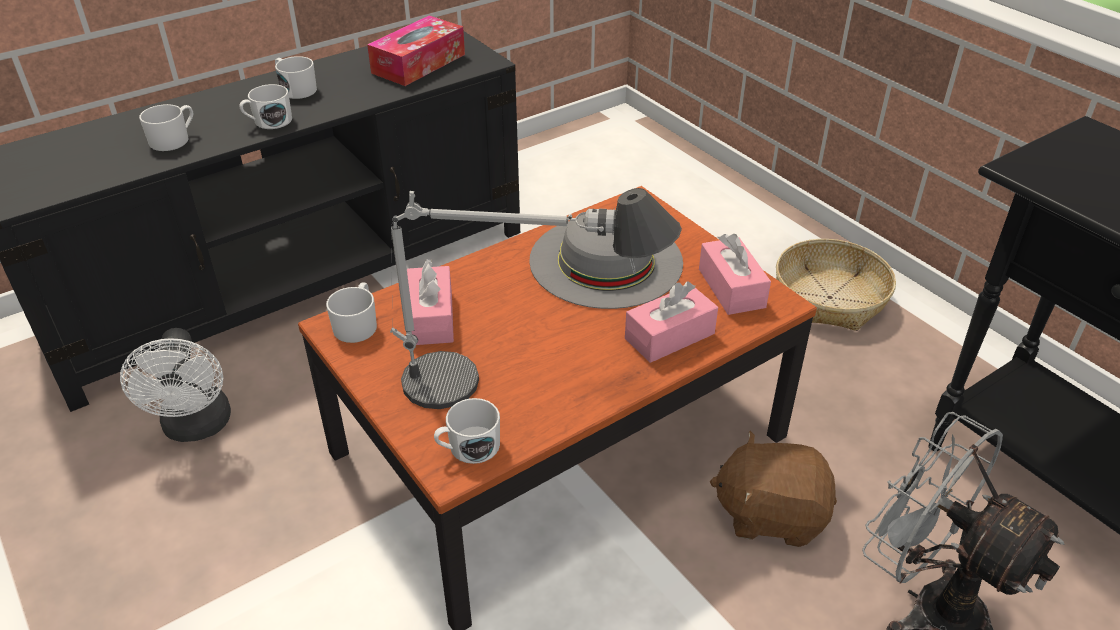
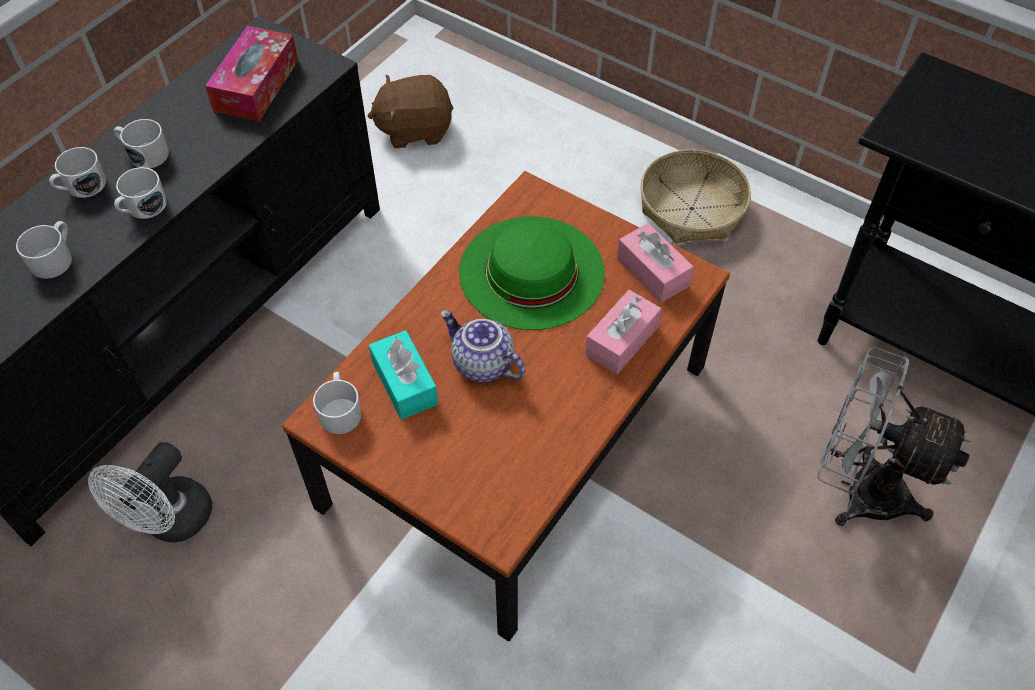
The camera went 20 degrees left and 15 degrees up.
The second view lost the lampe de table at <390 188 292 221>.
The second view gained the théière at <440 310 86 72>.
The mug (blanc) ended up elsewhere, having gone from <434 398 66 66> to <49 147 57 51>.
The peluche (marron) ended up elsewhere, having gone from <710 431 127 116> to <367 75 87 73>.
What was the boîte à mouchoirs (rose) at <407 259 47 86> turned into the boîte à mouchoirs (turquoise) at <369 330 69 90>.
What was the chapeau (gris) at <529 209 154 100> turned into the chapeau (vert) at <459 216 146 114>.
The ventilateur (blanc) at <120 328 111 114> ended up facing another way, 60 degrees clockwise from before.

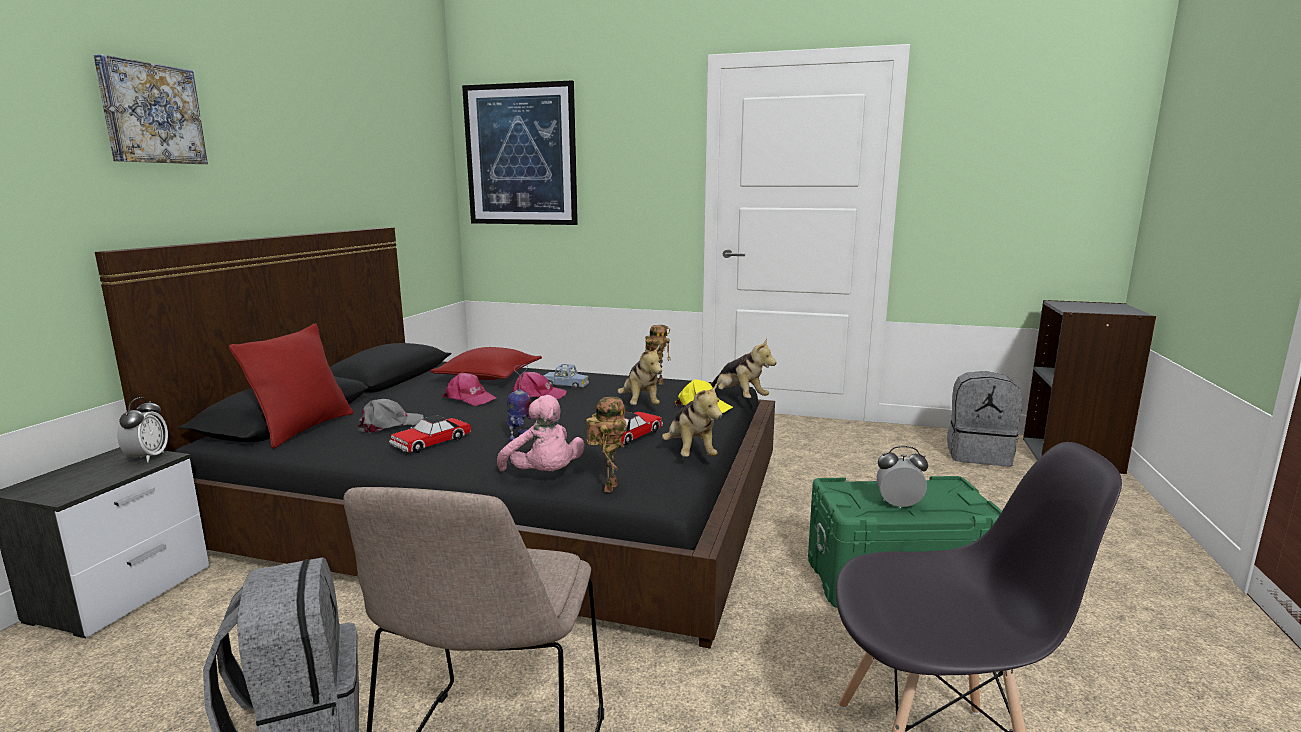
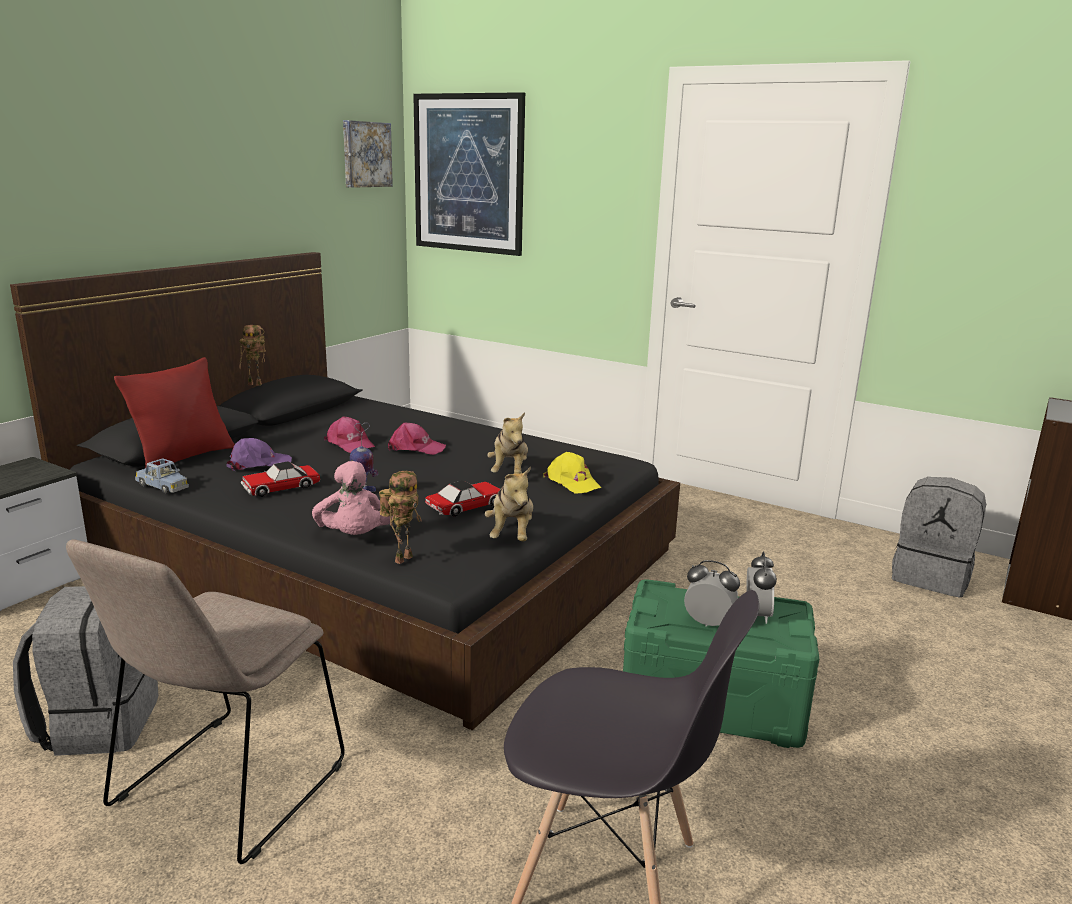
The camera went 15 degrees right and 5 degrees up.
The second view lost the coussin (rouge) at <430 347 112 33>.
The second view lost the peluche at <710 338 67 60>.
The tableau ended up elsewhere, having gone from <94 54 114 110> to <343 120 50 68>.
The réveil ended up elsewhere, having gone from <117 397 51 65> to <746 551 31 73>.
The petite voiture (bleu) ended up elsewhere, having gone from <544 364 45 25> to <135 458 54 35>.
The robot jouet ended up elsewhere, having gone from <645 325 26 60> to <239 325 27 61>.
What was the casquette (gris) at <358 399 66 35> turned into the casquette (violet) at <226 438 66 33>.

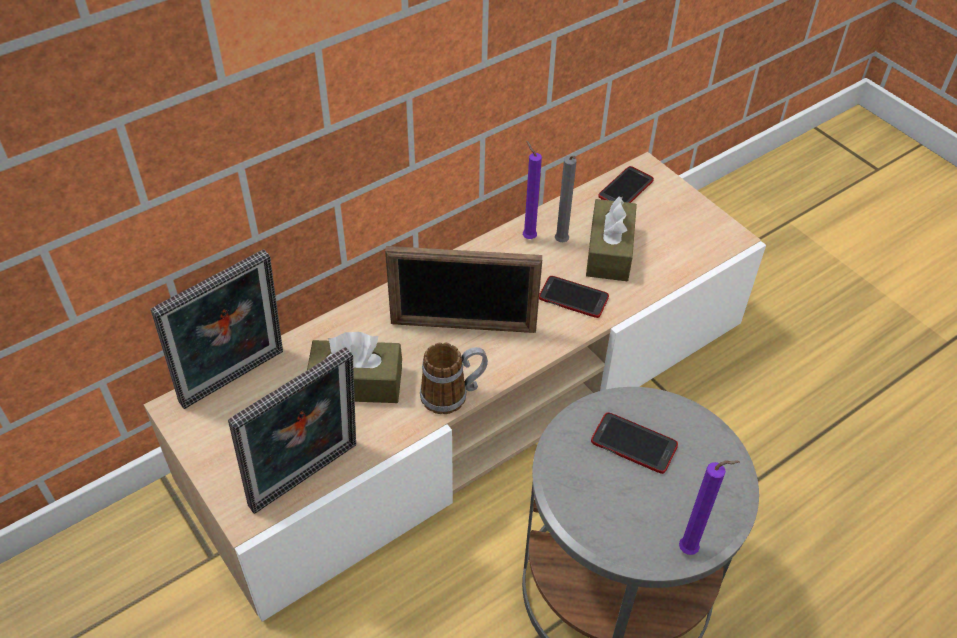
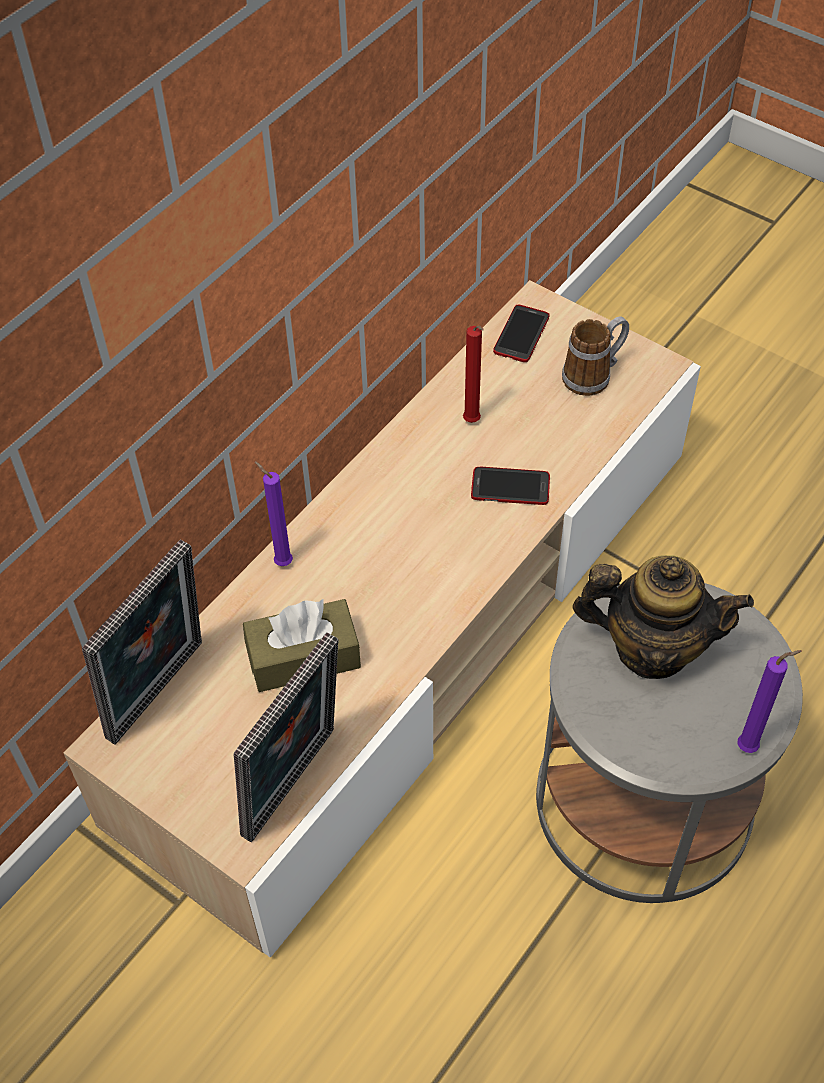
The camera went 15 degrees left and 5 degrees up.
The second view lost the cadre photo at <385 246 158 87>.
The second view lost the boîte à mouchoirs (marron) at <586 196 51 85>.
The mug ended up elsewhere, having gone from <420 342 68 72> to <562 316 67 80>.
The bougie (violet) ended up elsewhere, having gone from <523 140 19 99> to <254 461 39 105>.
Where the téléphone stood at <591 412 87 62>, the théière came to stand at <572 555 182 124>.
What was the bougie (gris) at <555 156 22 86> turned into the bougie (rouge) at <463 326 21 97>.

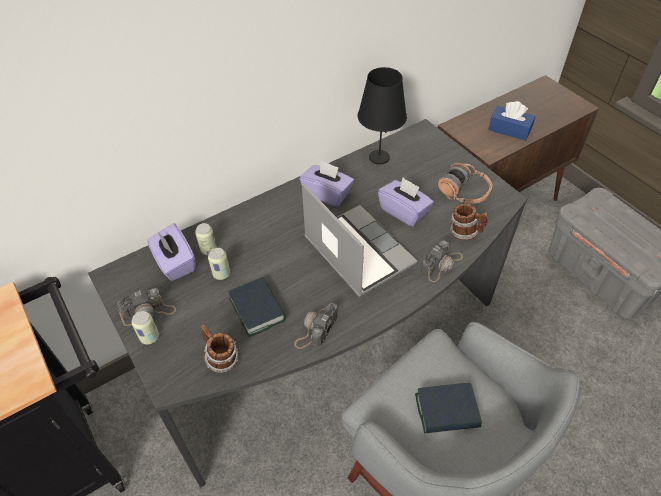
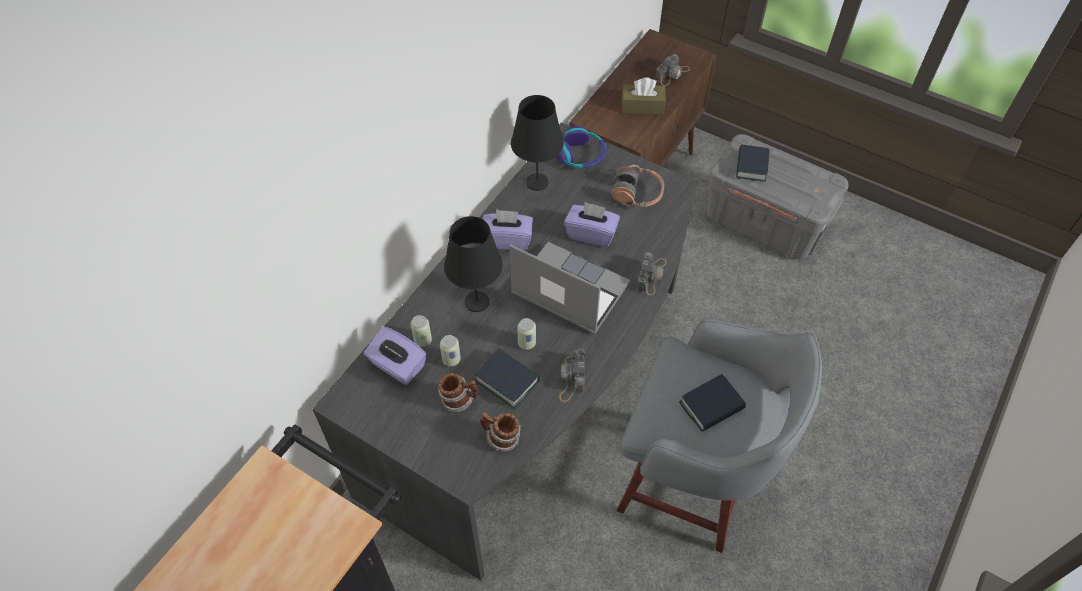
The camera went 25 degrees left and 5 degrees up.
The second view gained the lampe de table (noir) at <444 216 58 96>.
The second view gained the casque audio at <556 126 50 42>.
The second view gained the livre at <736 144 34 38>.
The appareil photo ended up elsewhere, having gone from <117 288 59 38> to <655 54 35 32>.
The boîte métallique ended up elsewhere, having gone from <132 311 27 33> to <517 318 19 32>.
The mug ended up elsewhere, having gone from <450 204 38 37> to <438 373 40 40>.
What was the boîte à mouchoirs (bleu) at <488 101 47 40> turned into the boîte à mouchoirs (marron) at <622 77 44 37>.

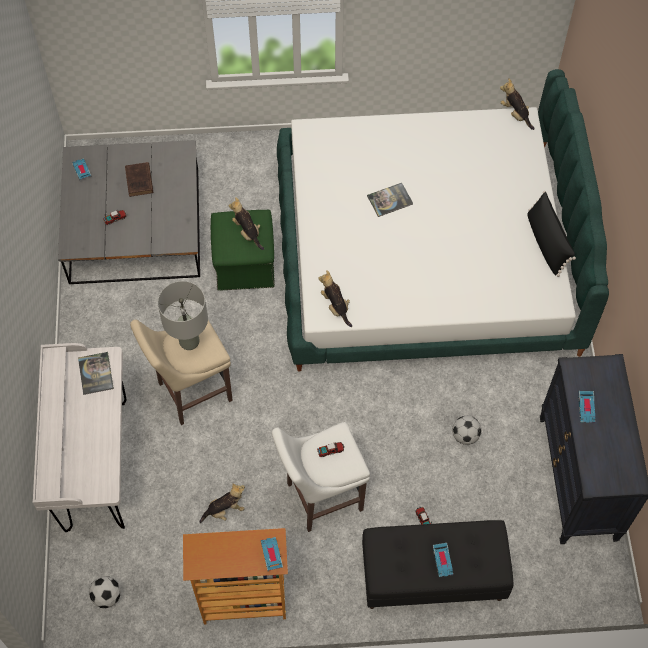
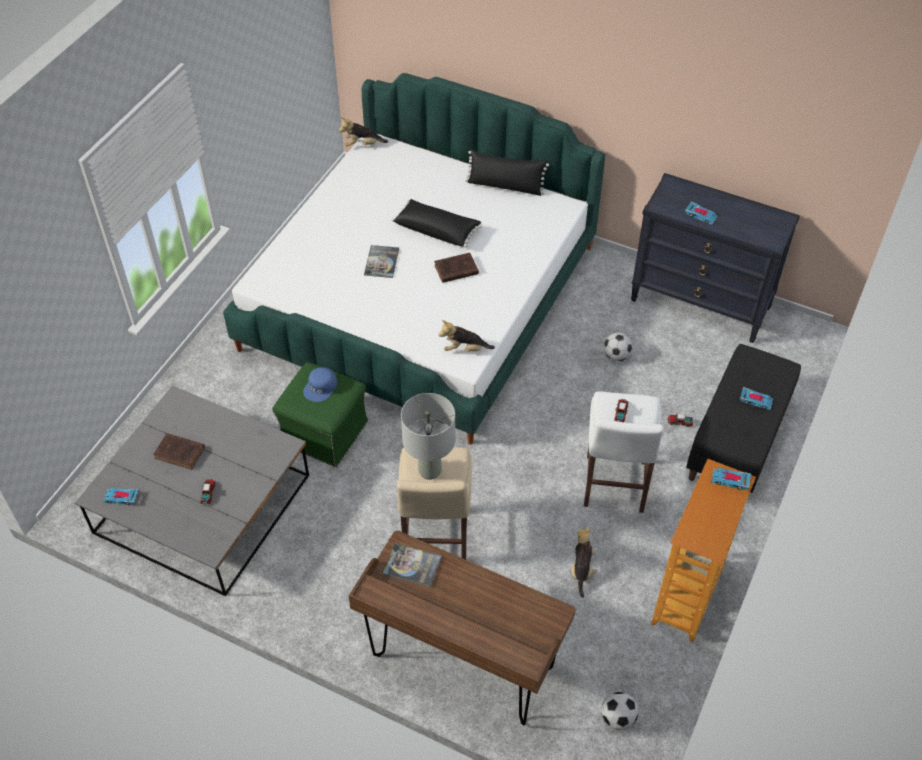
The camera went 60 degrees left and 10 degrees down.
The second view gained the coussin (noir) at <391 199 91 48>.
The second view gained the livre (marron) at <434 253 45 30>.
Where the peluche stood at <229 197 35 53>, the casquette (bleu) came to stand at <304 367 33 35>.
What was the bureau (blanc) at <33 343 94 189> turned into the bureau (marron) at <349 531 227 194>.

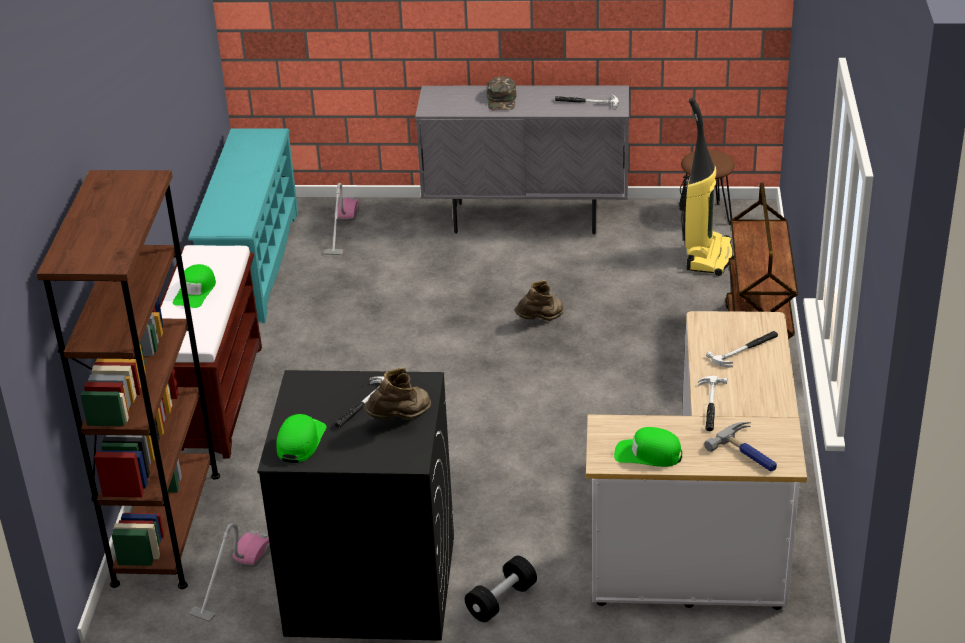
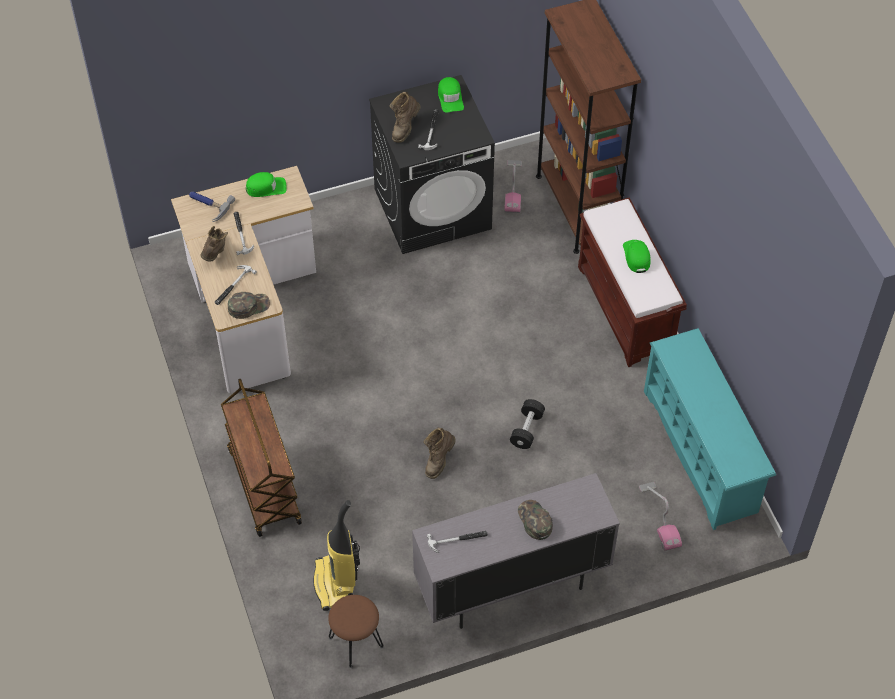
The camera went 155 degrees right and 20 degrees up.
The second view gained the botte (marron) at <201 226 27 36>.
The second view gained the casquette (vert) at <228 292 42 27>.
The haltère (noir) ended up elsewhere, having gone from <465 556 72 66> to <510 399 35 50>.

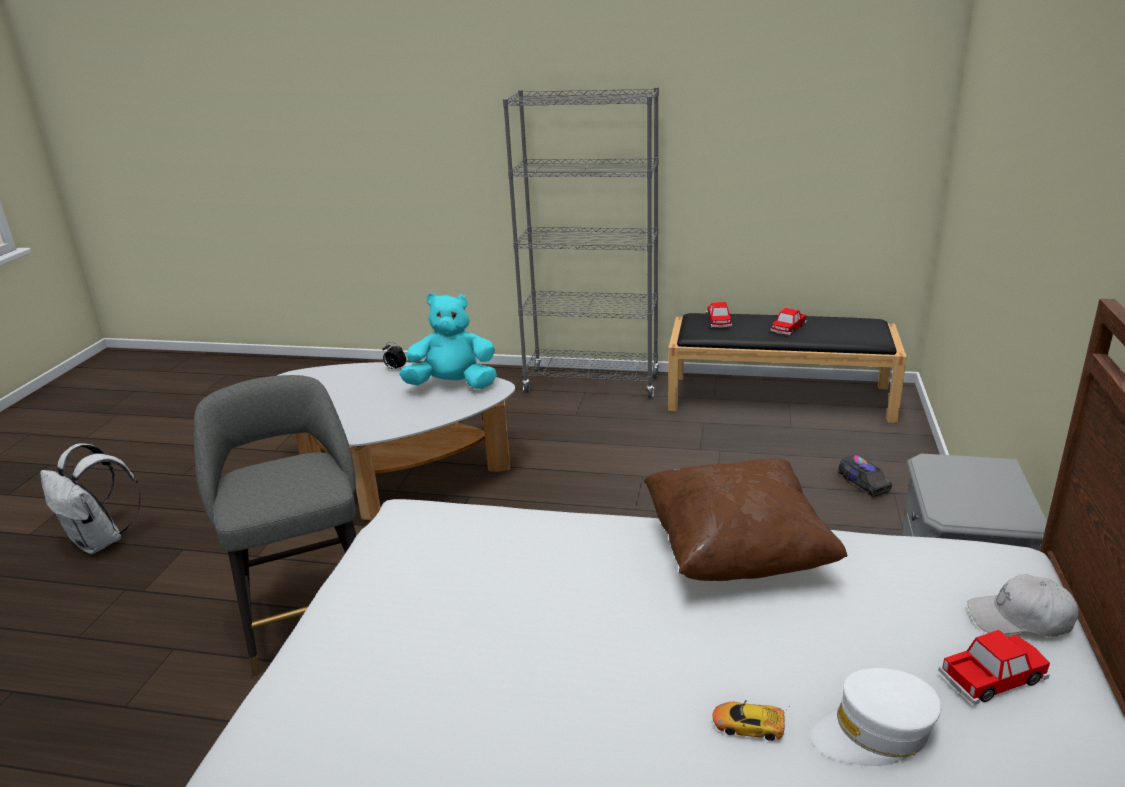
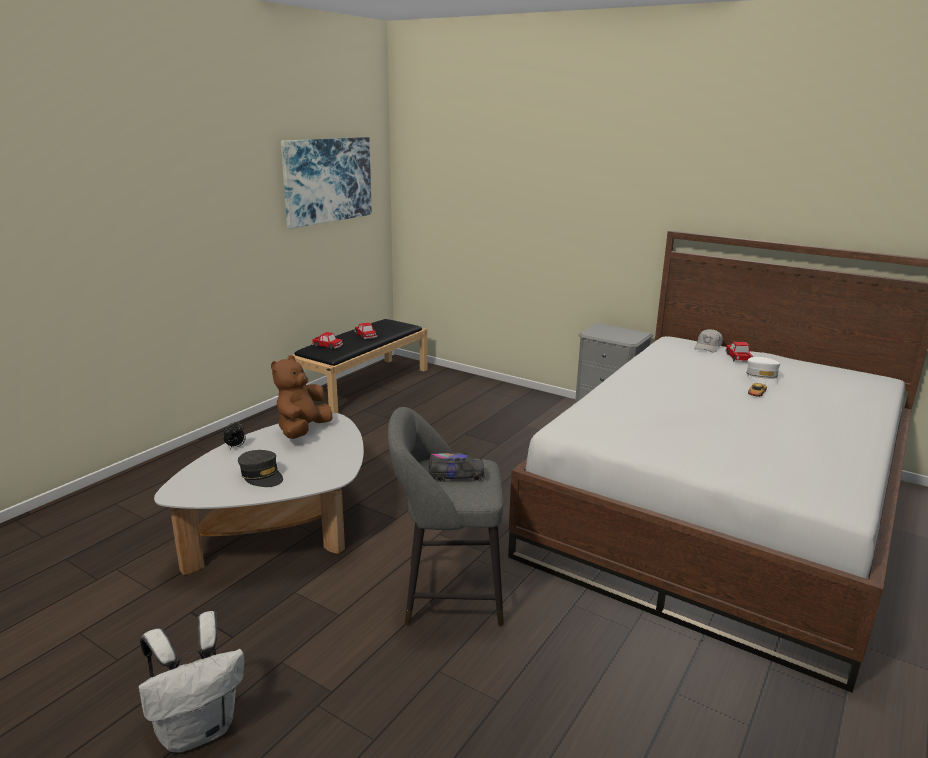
The camera went 70 degrees left and 5 degrees down.
The second view lost the bibliothèque (gris) at <503 87 156 312>.
The second view lost the coussin (marron) at <644 458 203 123>.
The second view gained the casquette (gris) at <238 450 45 37>.
The second view gained the tableau at <281 137 91 91>.
The camion jouet ended up elsewhere, having gone from <838 454 54 44> to <428 453 57 29>.
What was the peluche (turquoise) at <399 293 98 96> turned into the peluche (marron) at <271 355 62 84>.

